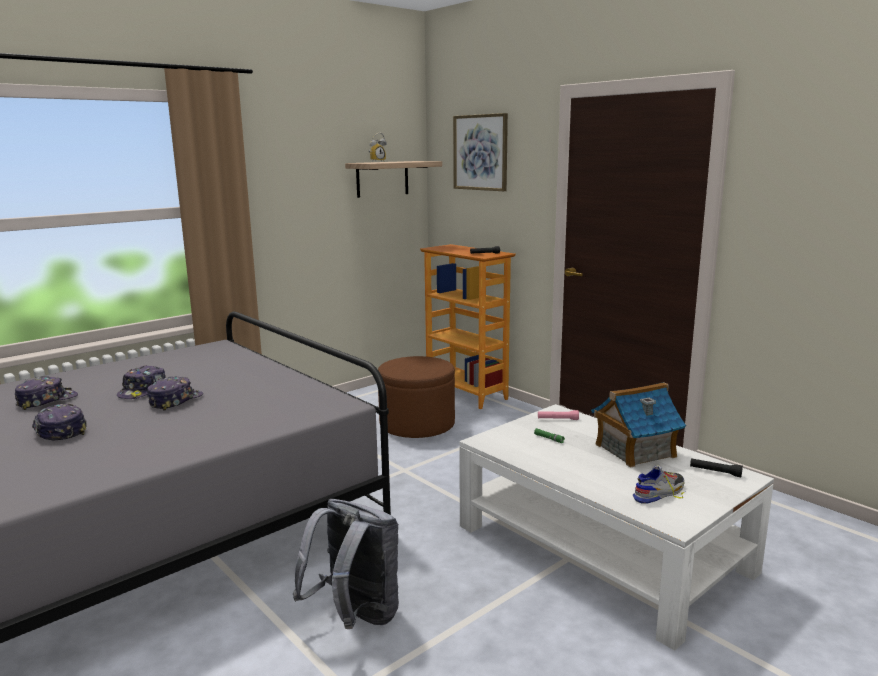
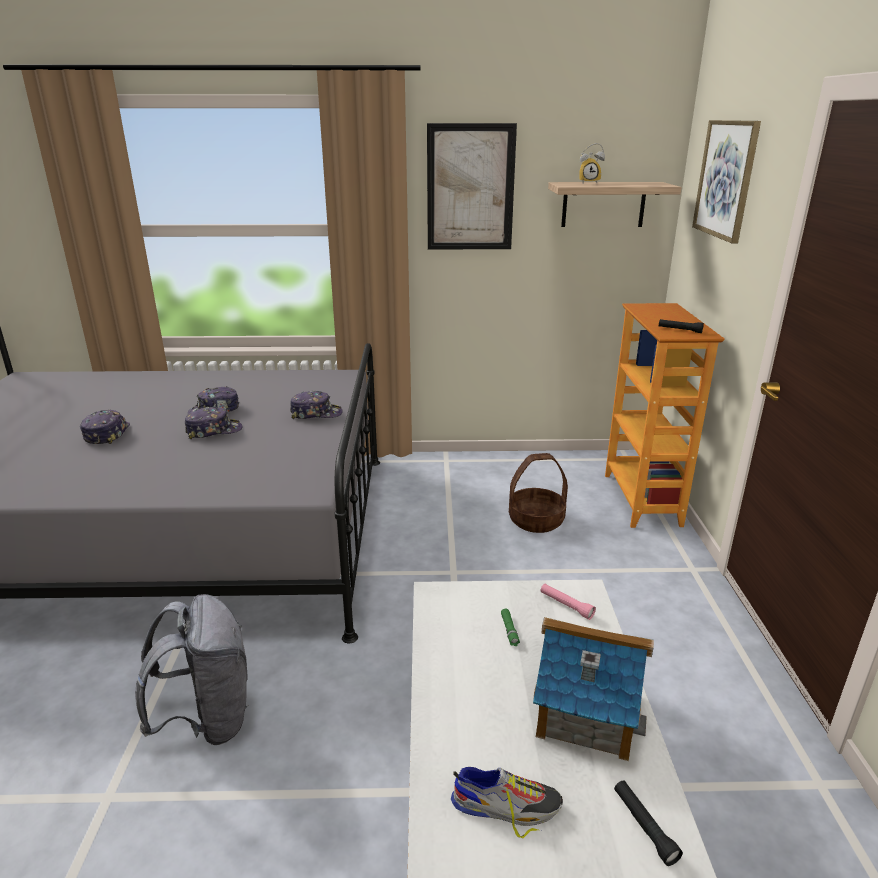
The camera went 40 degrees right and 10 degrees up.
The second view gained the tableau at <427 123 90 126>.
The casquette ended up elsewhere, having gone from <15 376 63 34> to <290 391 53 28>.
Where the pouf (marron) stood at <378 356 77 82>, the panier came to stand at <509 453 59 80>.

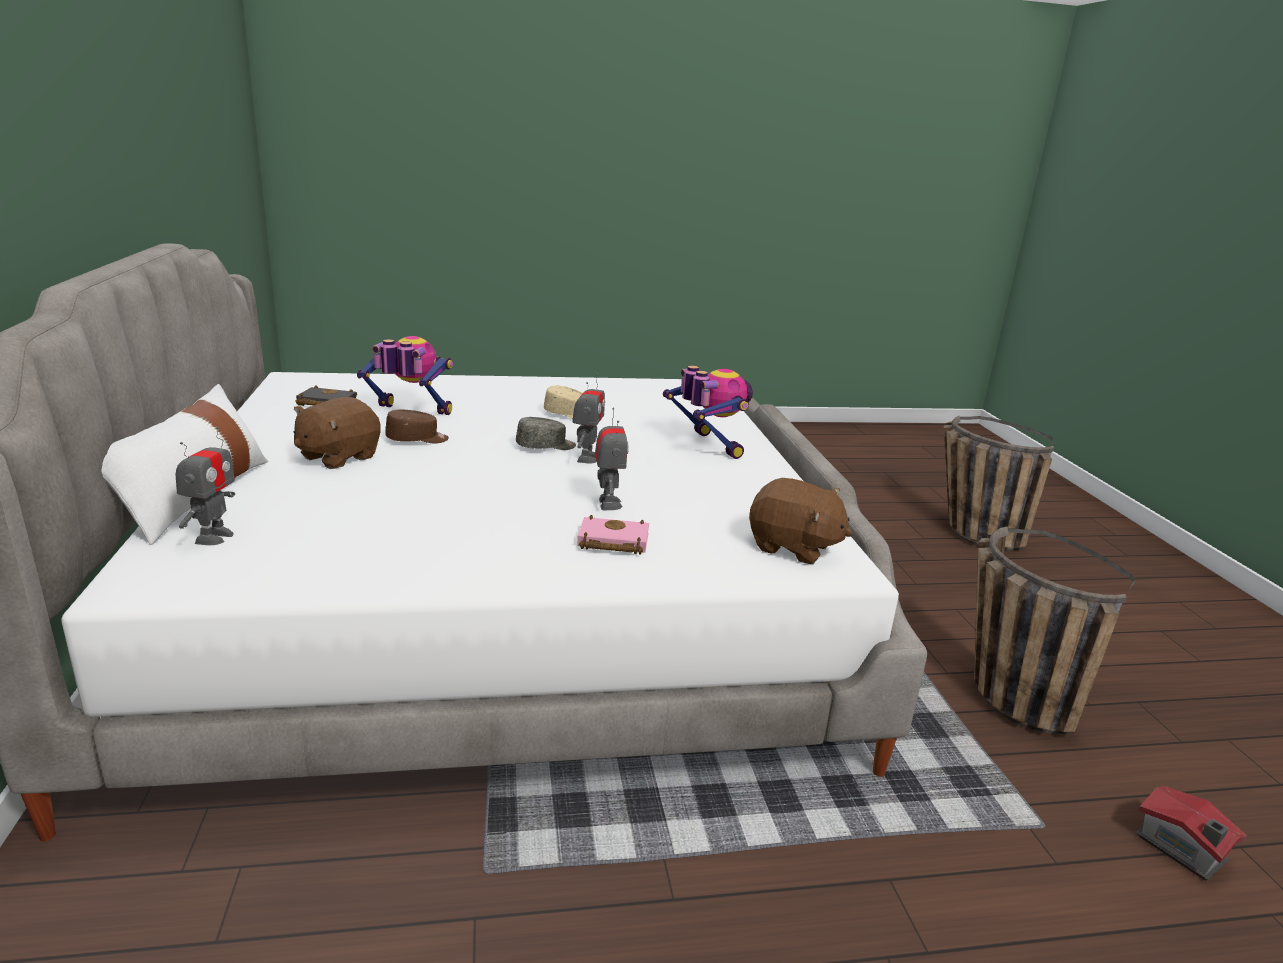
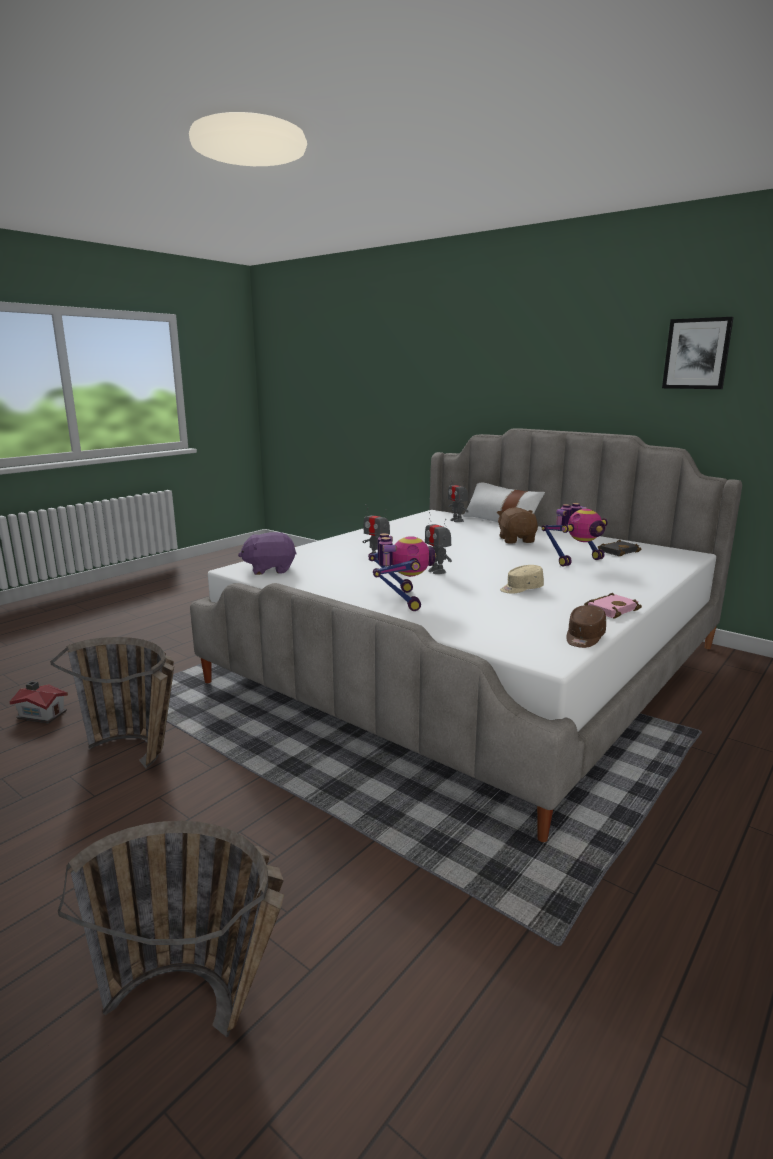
The camera went 140 degrees right and 5 degrees down.
The second view lost the casquette (gris) at <516 417 60 33>.
The second view gained the tableau at <662 317 72 72>.
The casquette (marron) ended up elsewhere, having gone from <385 410 64 33> to <567 605 39 43>.
The livre (rose) ended up elsewhere, having gone from <577 515 72 40> to <584 593 58 25>.
What was the peluche (marron) at <749 478 103 87> turned into the peluche (violet) at <238 532 59 43>.
The robot jouet at <663 365 90 94> ended up facing another way, 120 degrees counterclockwise from before.

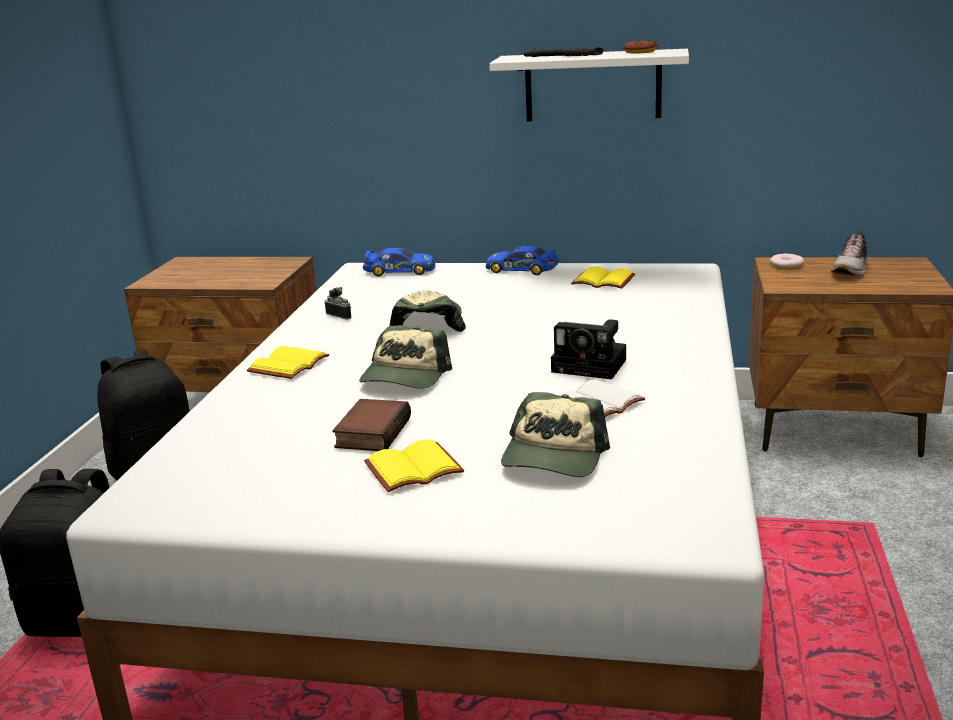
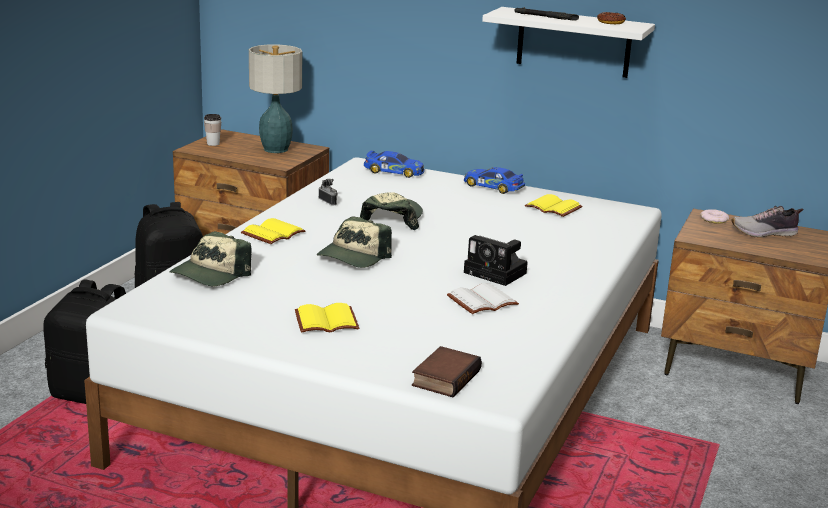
The camera went 10 degrees right and 0 degrees up.
The second view gained the tasse at <204 114 17 32>.
The second view gained the lampe de table at <249 44 53 109>.
The livre ended up elsewhere, having gone from <332 399 79 52> to <412 346 70 51>.
The casquette ended up elsewhere, having gone from <501 392 109 85> to <169 231 83 55>.
The chaussure at <831 230 36 46> ended up facing another way, 45 degrees clockwise from before.

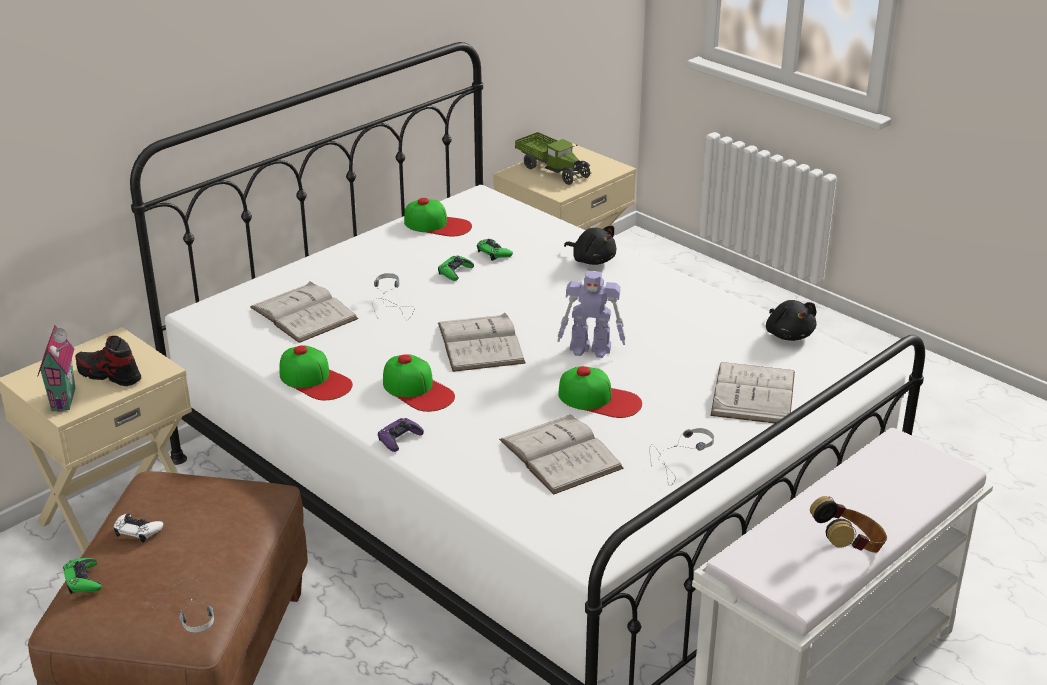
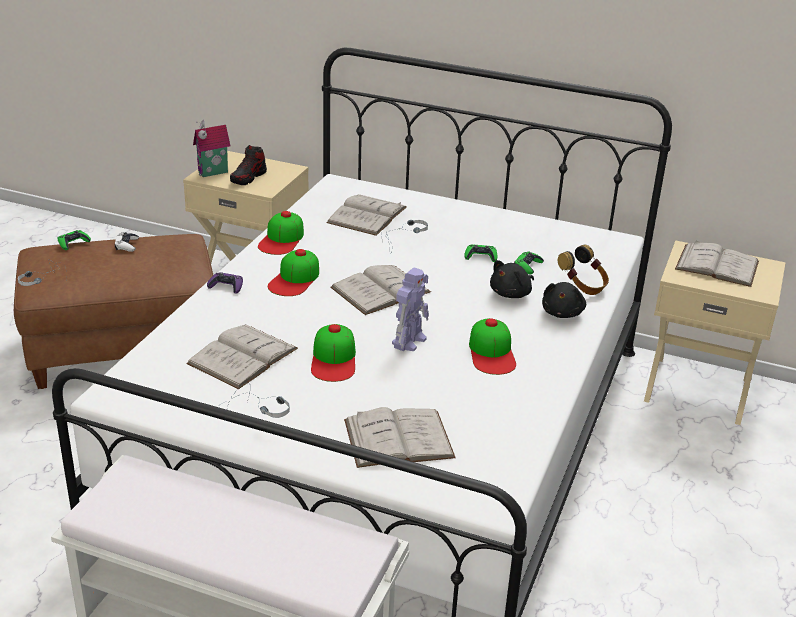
The camera went 65 degrees right and 0 degrees up.
The casquette ended up elsewhere, having gone from <404 198 68 39> to <469 318 47 57>.
The peluche (noir) ended up elsewhere, having gone from <766 300 50 41> to <490 260 44 38>.
The casque audio ended up elsewhere, having gone from <810 496 77 57> to <558 245 51 50>.
Where the camion jouet stood at <515 132 76 53>, the livre (blanc) came to stand at <675 241 84 46>.
The chaussure at <75 336 66 50> ended up facing another way, 150 degrees counterclockwise from before.
The robot jouet at <557 271 68 87> ended up facing another way, 135 degrees counterclockwise from before.

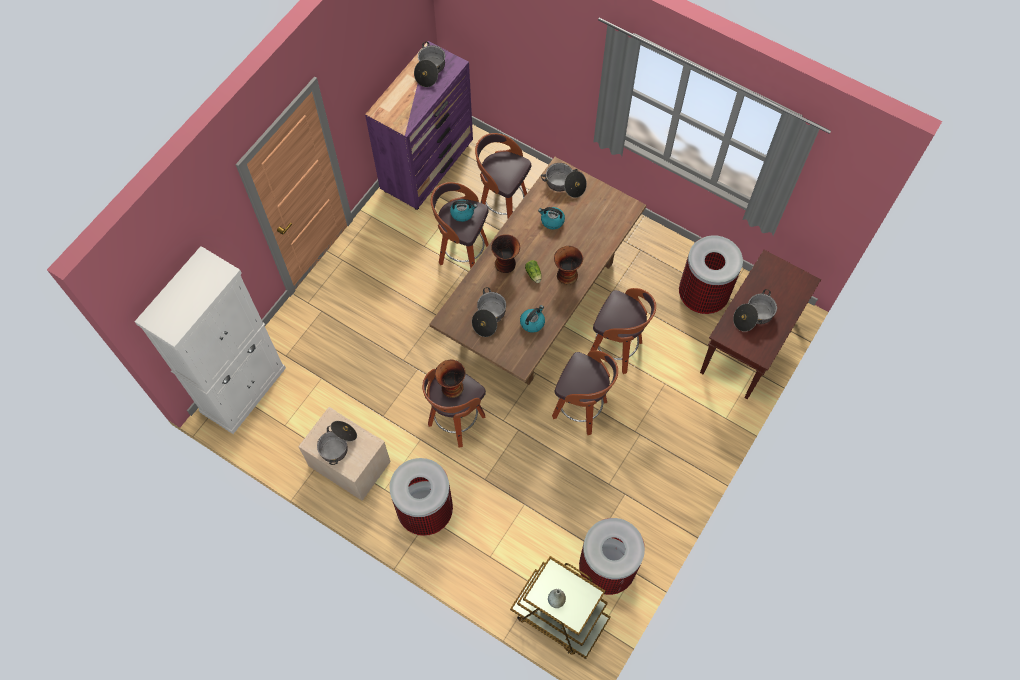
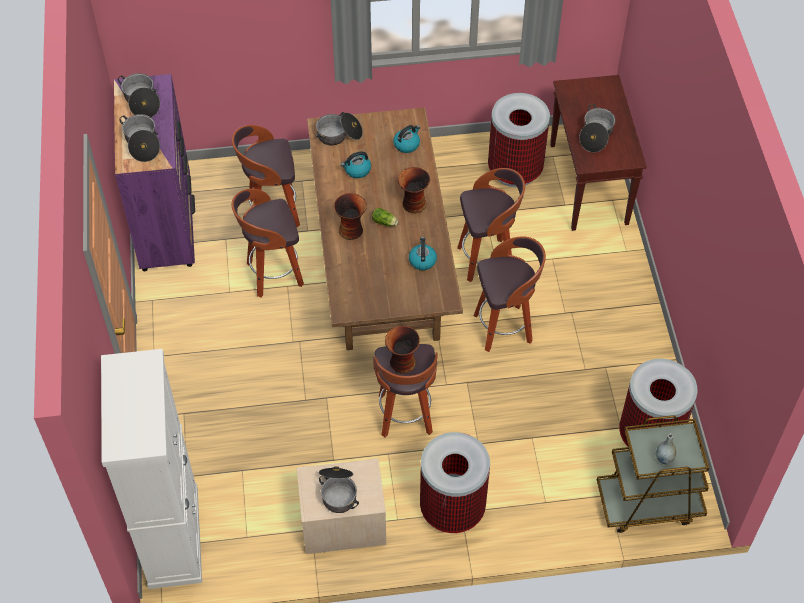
The camera went 40 degrees left and 10 degrees down.
The bouilloire ended up elsewhere, having gone from <450 200 27 22> to <393 125 27 28>.
The marmite ended up elsewhere, having gone from <472 287 34 50> to <119 114 41 48>.

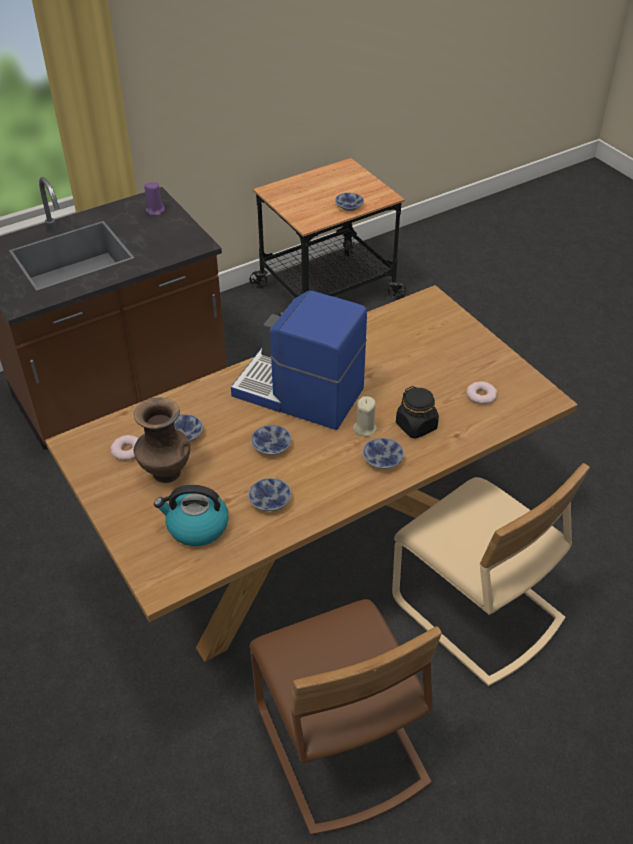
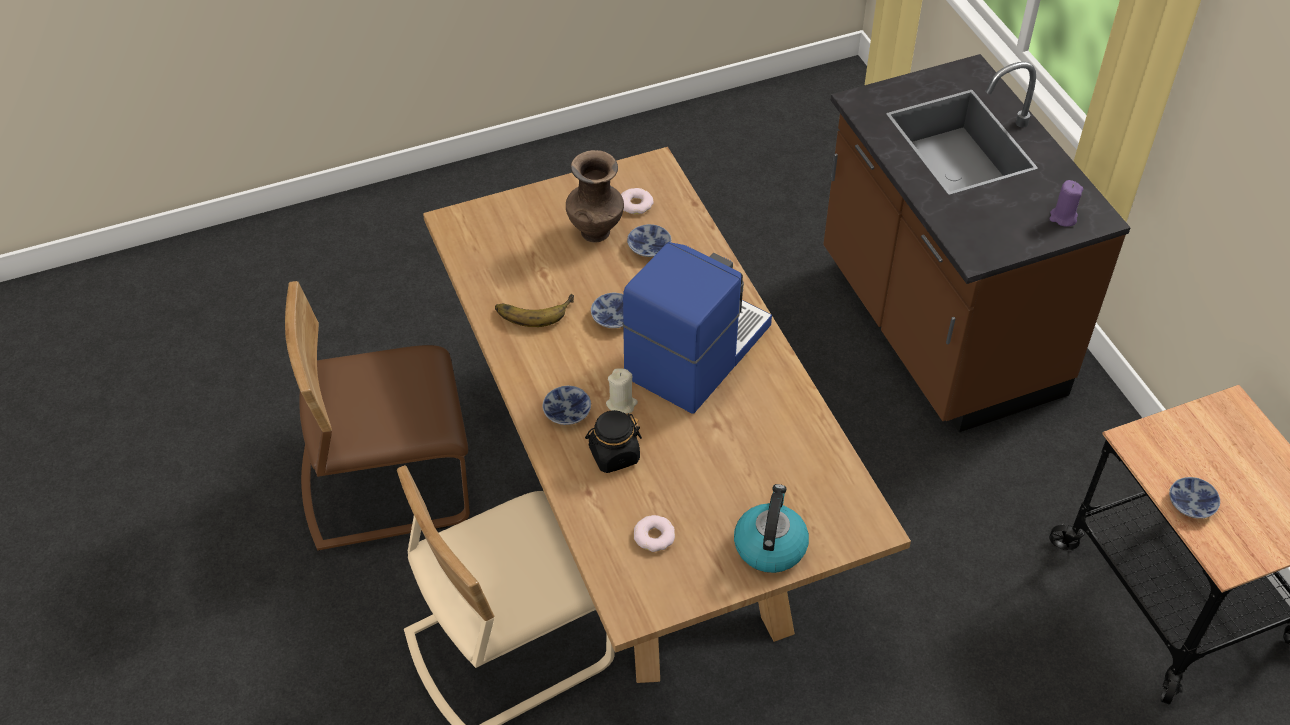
The camera went 100 degrees right and 5 degrees up.
The bouilloire ended up elsewhere, having gone from <154 485 74 61> to <734 484 75 89>.
Where the bol stood at <248 478 43 33>, the banane came to stand at <495 294 79 33>.

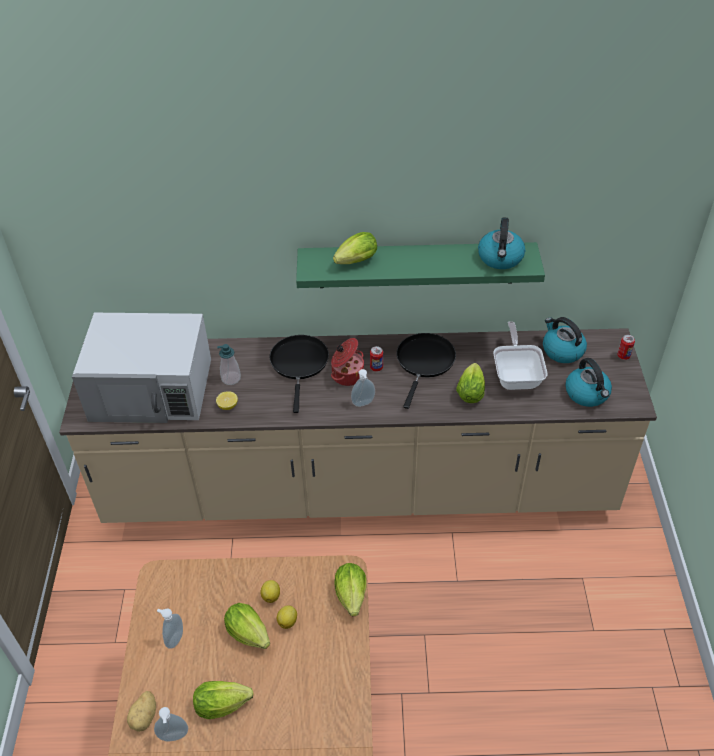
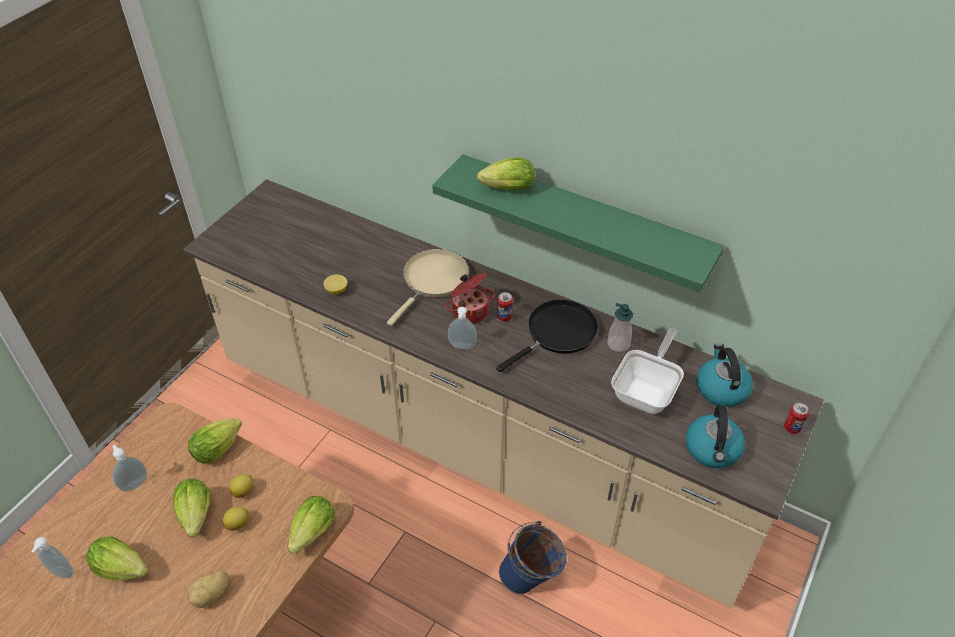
The camera went 30 degrees right and 0 degrees up.
The second view lost the micro-ondes (blanc) at <72 313 139 110>.
The second view lost the bouilloire at <478 217 47 52>.
The second view gained the seau (bleu) at <499 521 68 73>.
The pomme de terre ended up elsewhere, having gone from <127 691 29 41> to <187 570 42 38>.
The distributeur de savon ended up elsewhere, having gone from <217 344 24 41> to <607 303 26 49>.
The laitue ended up elsewhere, having gone from <456 363 29 40> to <188 418 54 46>.
What was the poêle (noir) at <270 335 59 78> turned into the poêle (beige) at <387 249 82 77>.

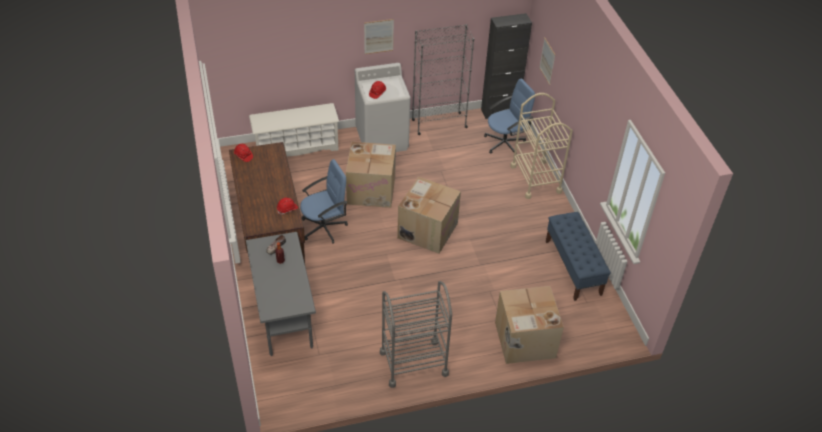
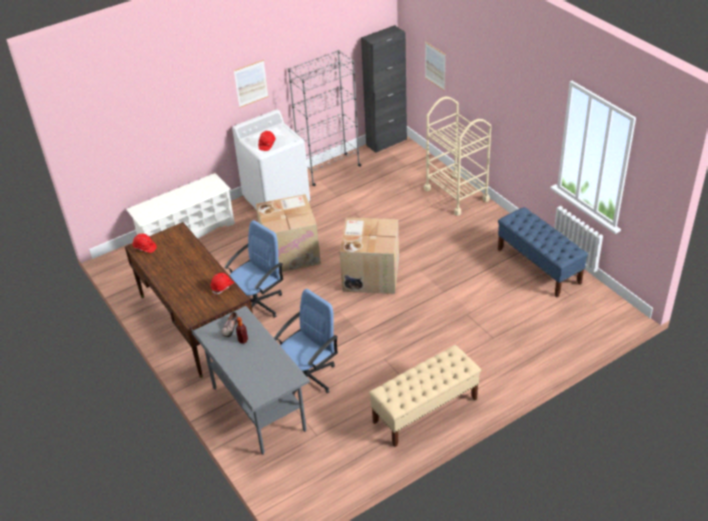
The camera went 15 degrees left and 5 degrees down.
The second view lost the carton at <495 286 69 78>.
The chaise de bureau (bleu) ended up elsewhere, having gone from <484 79 51 76> to <274 289 64 107>.
Where the chariot (gris) stood at <380 281 72 107>, the banc (beige) came to stand at <369 345 112 102>.

